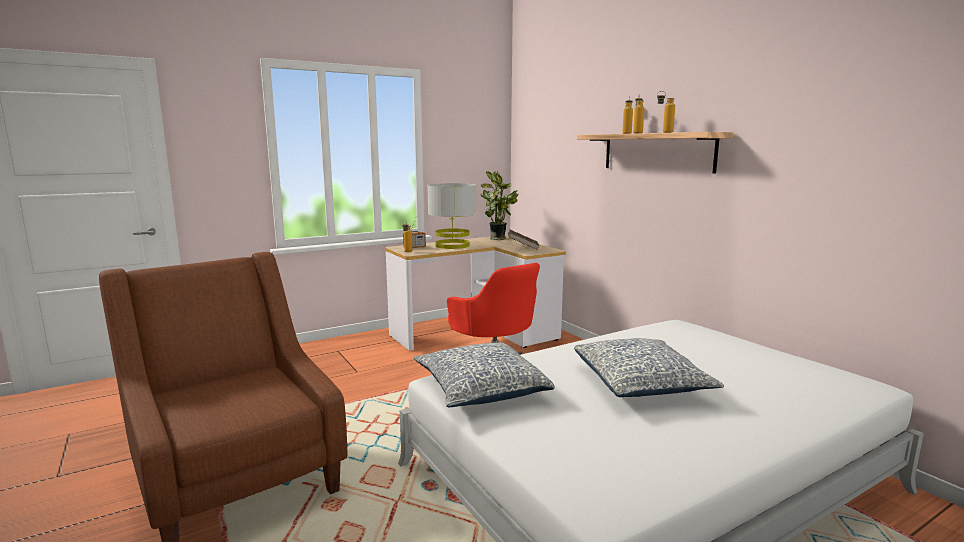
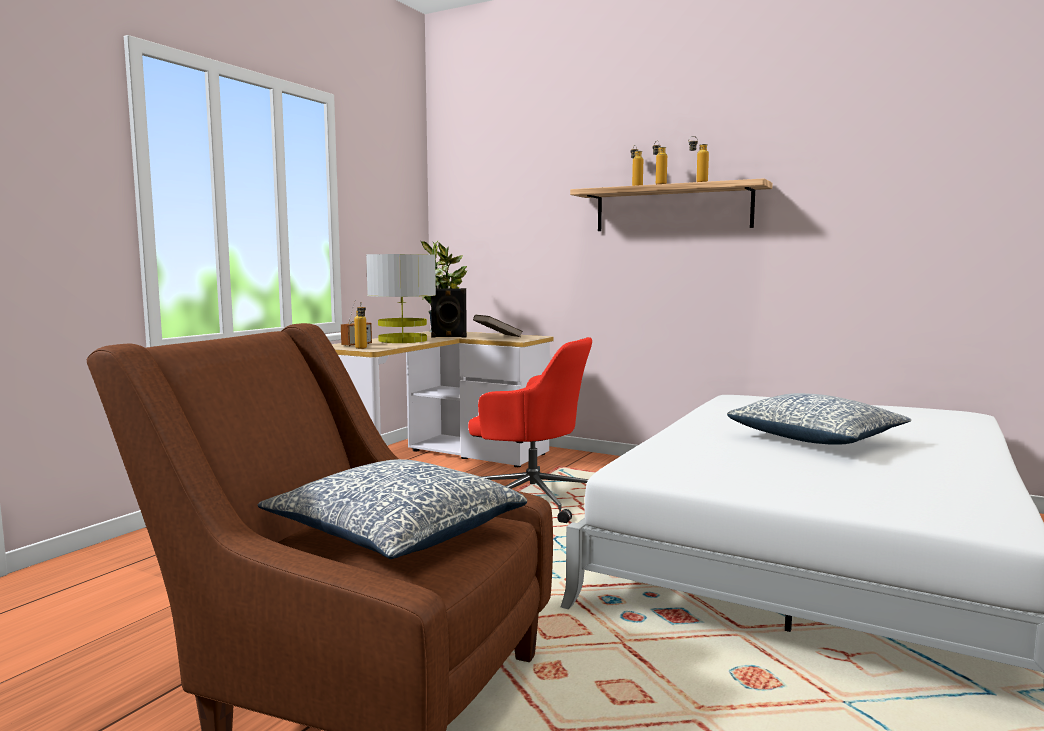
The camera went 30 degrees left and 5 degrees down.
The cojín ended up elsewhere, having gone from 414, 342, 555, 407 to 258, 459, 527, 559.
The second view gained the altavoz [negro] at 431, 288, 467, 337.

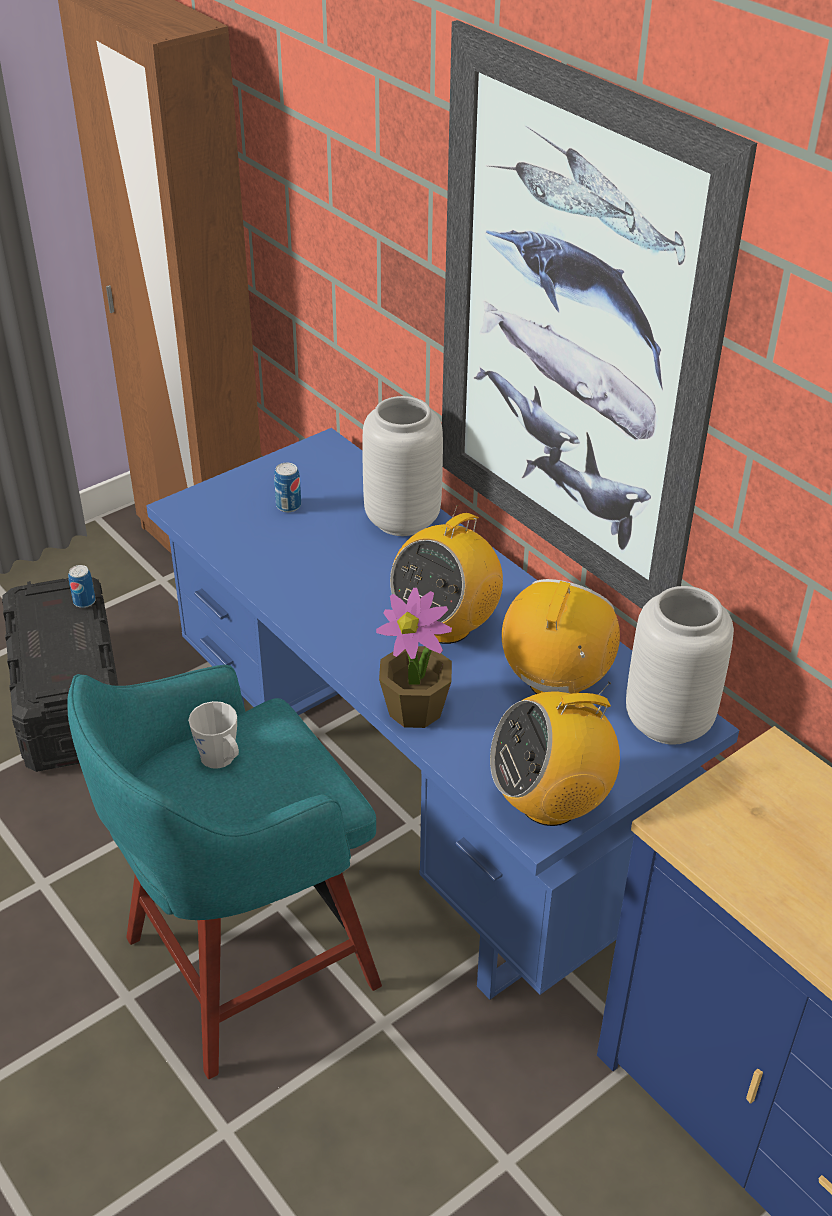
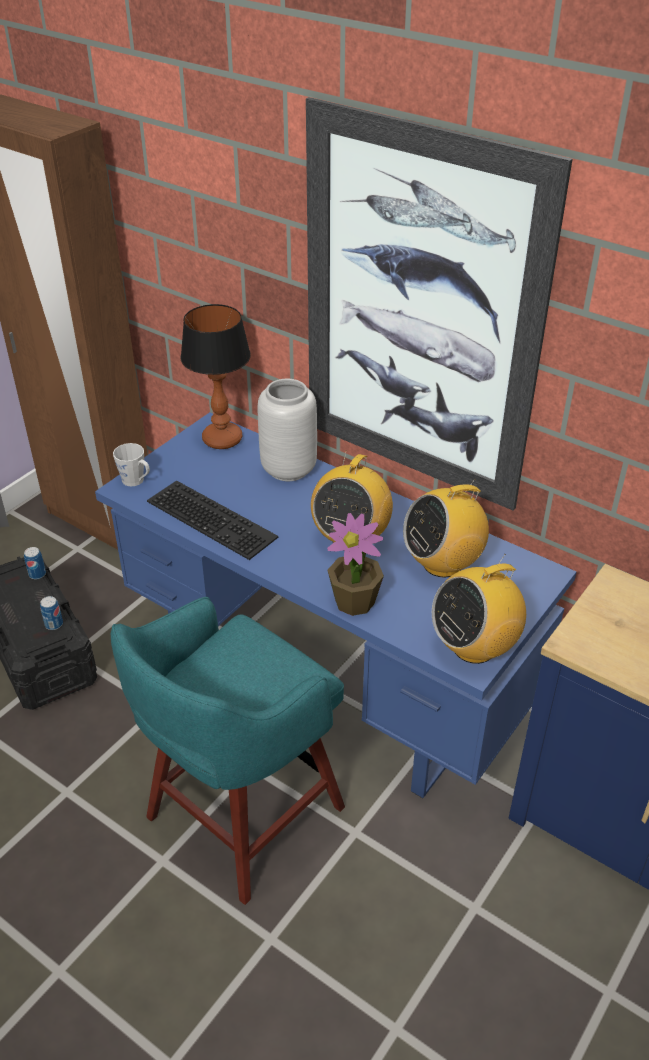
The camera went 15 degrees left and 0 degrees up.
The lata ended up elsewhere, having gone from 274, 463, 301, 512 to 40, 596, 63, 630.
The taza grande [gris] ended up elsewhere, having gone from 188, 701, 239, 769 to 113, 443, 150, 487.
The second view gained the teclado at 147, 481, 278, 560.
The second view gained the lámpara de mesa at 181, 304, 251, 449.
The radio at 502, 579, 620, 694 ended up facing another way, 120 degrees counterclockwise from before.
The second view lost the florero [gris] at 626, 586, 734, 745.

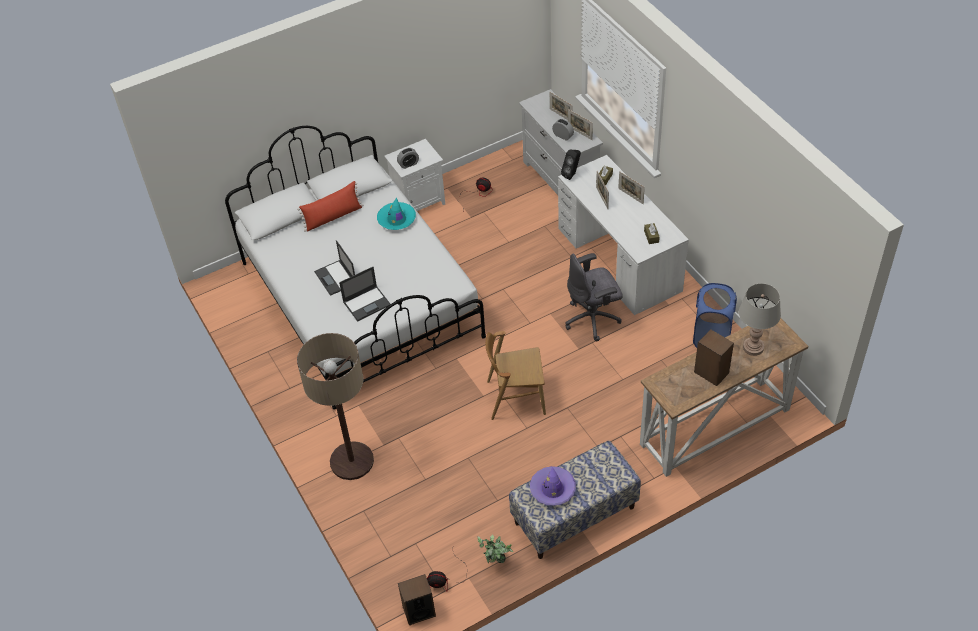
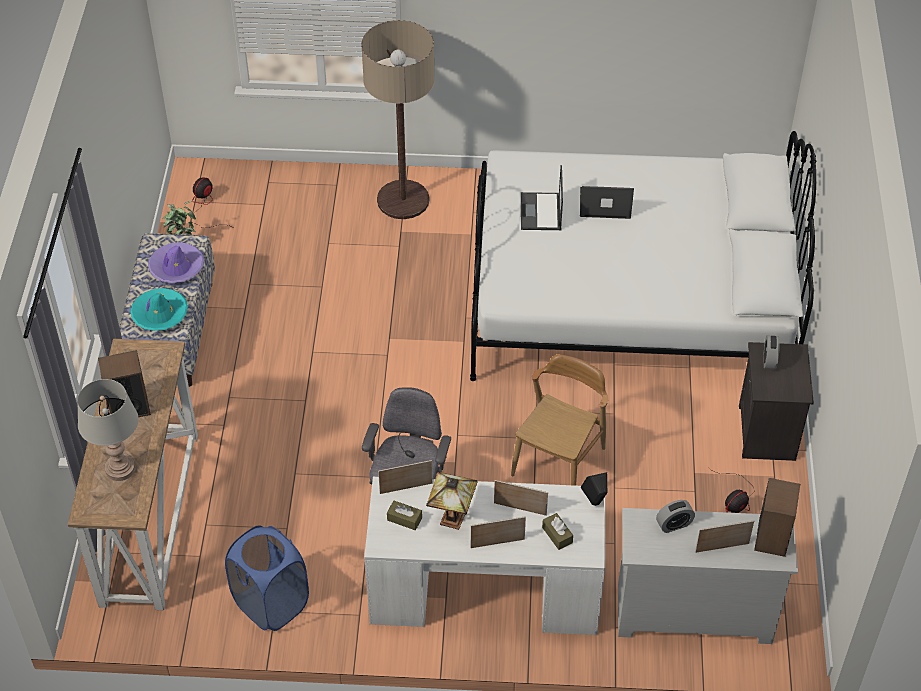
The camera went 120 degrees right and 0 degrees up.
The sombrero [turquesa] ended up elsewhere, having gone from 377, 198, 416, 230 to 130, 288, 188, 331.
The portarretratos ended up elsewhere, having gone from 568, 109, 593, 140 to 378, 460, 432, 494.
The second view gained the lámpara de mesa at 426, 472, 478, 530.
The silla [marrón] ended up elsewhere, having gone from 486, 331, 546, 420 to 511, 354, 608, 486.
What was the mesita de noche [blanco] at 384, 139, 445, 211 turned into the mesita de noche [negro] at 739, 342, 814, 461.
The altavoz ended up elsewhere, having gone from 398, 574, 436, 625 to 754, 478, 800, 557.
The second view lost the cojín [rojo] at 297, 181, 363, 232.

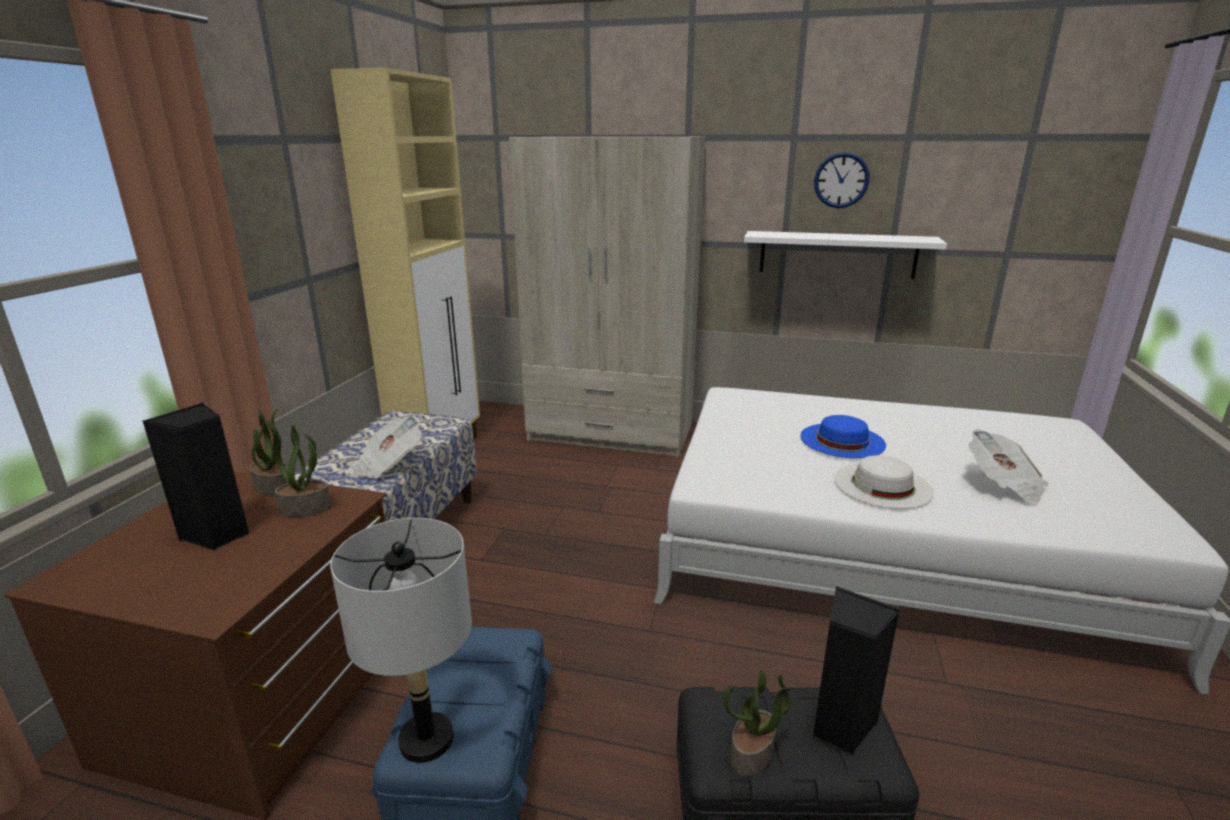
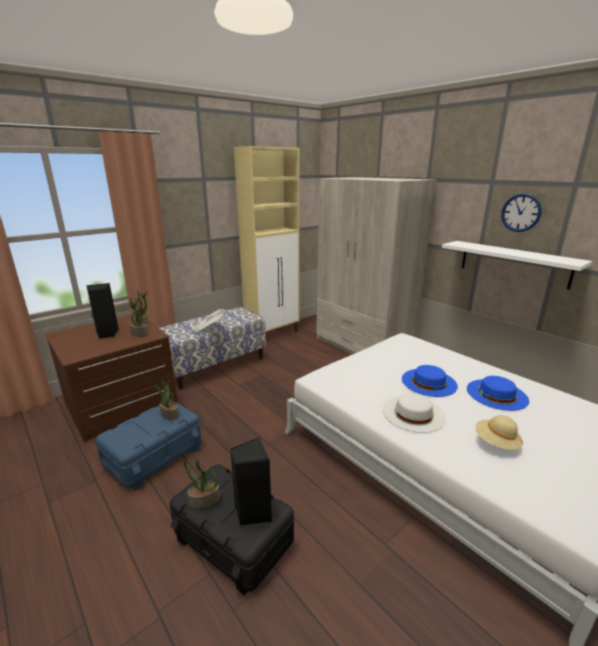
The camera went 35 degrees right and 0 degrees up.
The second view gained the planta en maceta at 155, 377, 179, 420.
The second view gained the sombrero [azul] at 467, 376, 529, 411.
Where the periódico stood at 969, 429, 1048, 505, the sombrero [beis] came to stand at 476, 415, 523, 450.
The second view lost the lámpara de mesa [gris] at 330, 518, 472, 763.

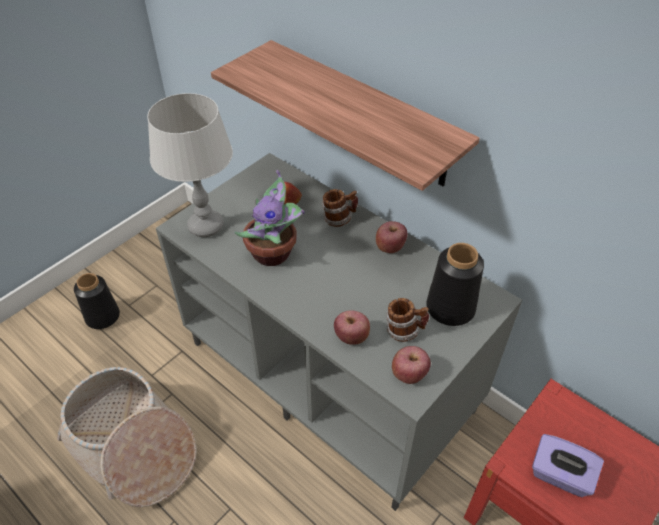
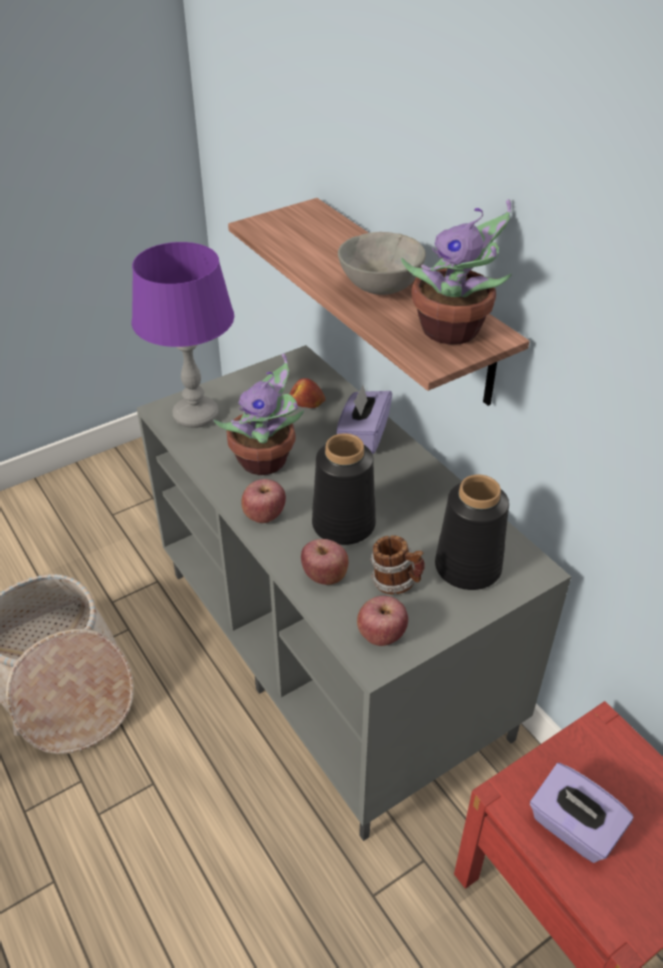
The camera went 15 degrees right and 5 degrees down.
What was the lámpara de mesa [gris] at 147, 93, 233, 237 turned into the lámpara de mesa [morado] at 132, 242, 234, 428.
The manzana ended up elsewhere, having gone from 376, 221, 407, 253 to 241, 479, 286, 523.
The florero [negro] ended up elsewhere, having gone from 74, 273, 120, 329 to 312, 433, 376, 545.
Where the taza grande stood at 322, 189, 358, 227, the caja de pañuelos [morado] came to stand at 336, 385, 392, 454.
The second view gained the cuenco [gris] at 338, 232, 426, 295.
The second view gained the planta en maceta at 401, 199, 512, 345.

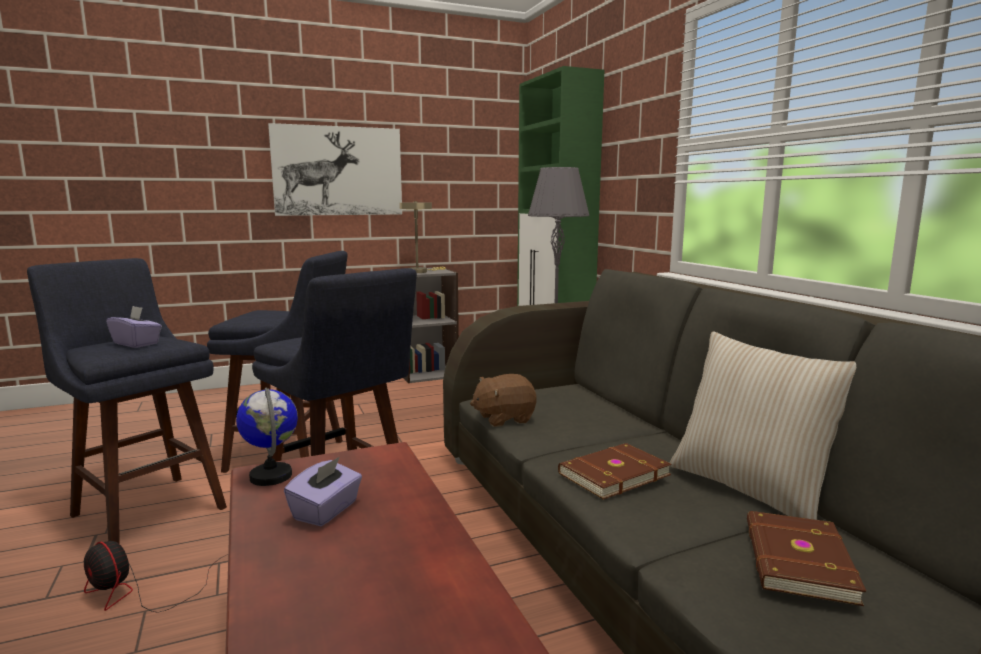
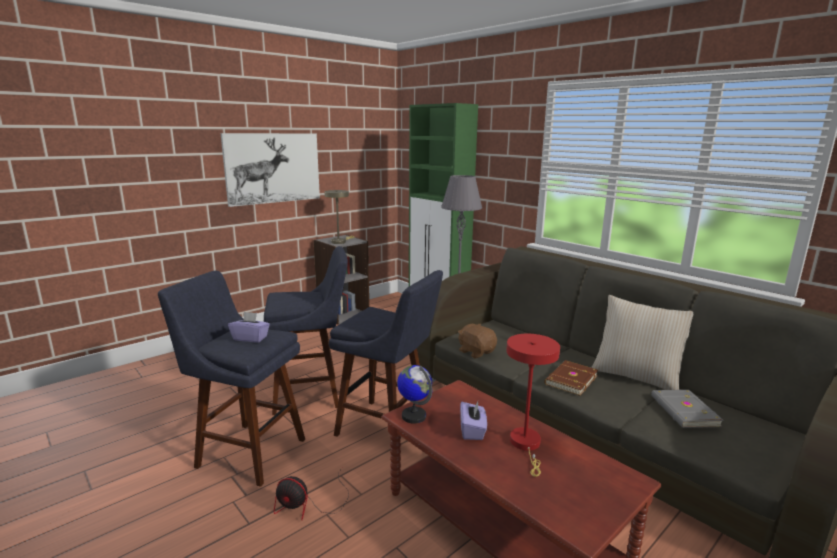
The camera went 20 degrees left and 5 degrees up.
The peluche [marrón] at 470, 374, 537, 427 ended up facing another way, 90 degrees clockwise from before.
The second view gained the lámpara de mesa [rojo] at 506, 334, 560, 477.
What was the libro [marrón] at 747, 511, 866, 606 turned into the libro [gris] at 651, 390, 724, 428.

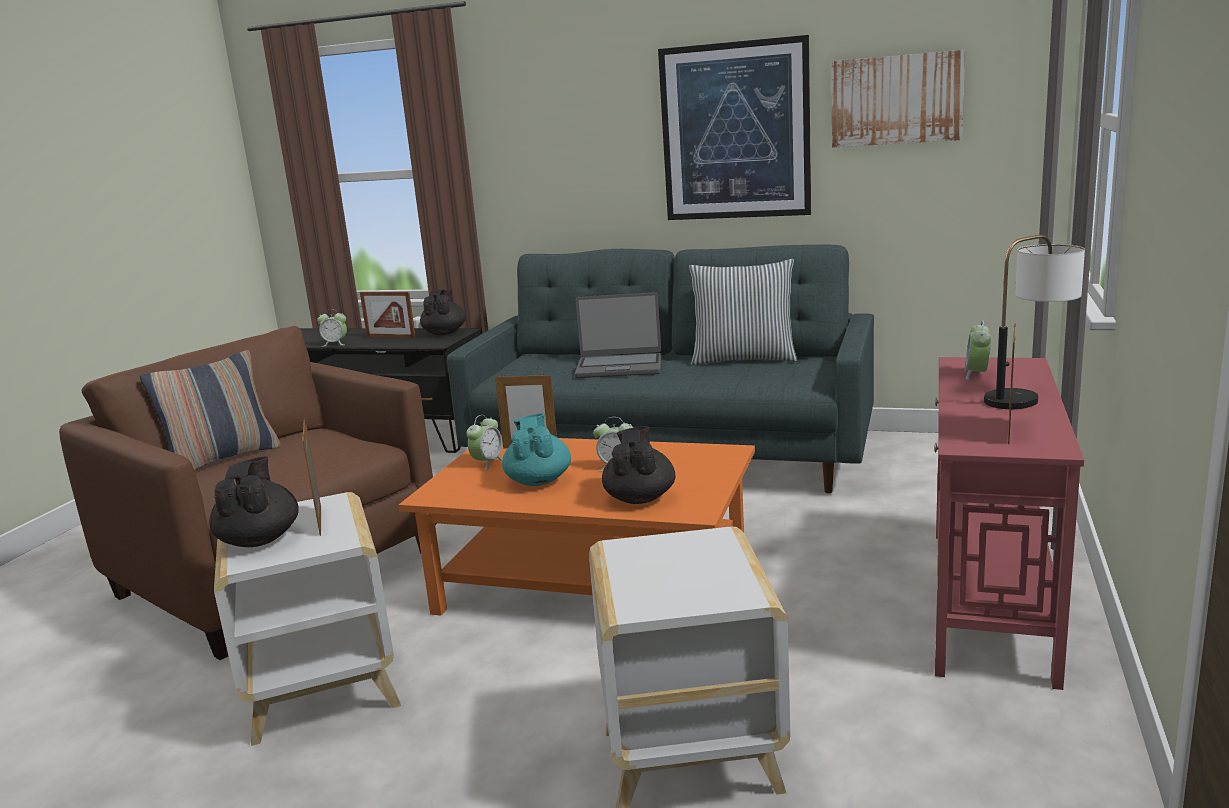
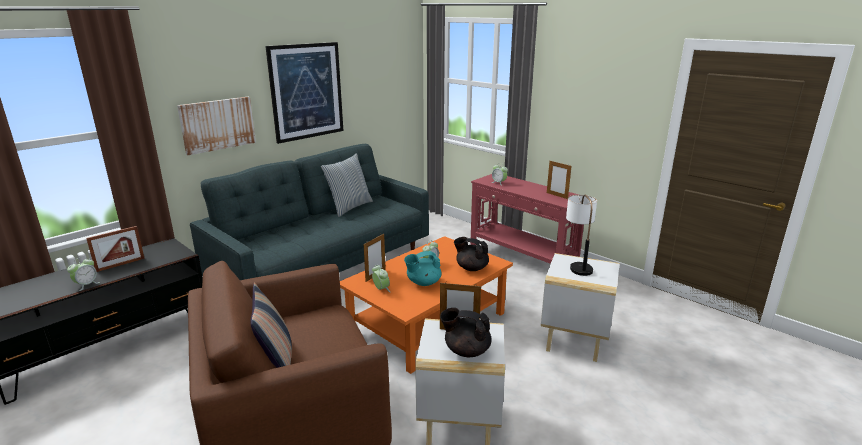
The camera went 65 degrees left and 5 degrees up.
The cuadro ended up elsewhere, having gone from 831, 50, 965, 148 to 177, 97, 256, 155.
The tetera [turquesa] at 502, 413, 571, 486 ended up facing another way, 45 degrees counterclockwise from before.
The lámpara de mesa ended up elsewhere, having gone from 984, 235, 1085, 409 to 566, 195, 597, 276.
The second view lost the tetera [negro] at 420, 289, 466, 335.
The second view lost the portátil at 575, 292, 662, 378.

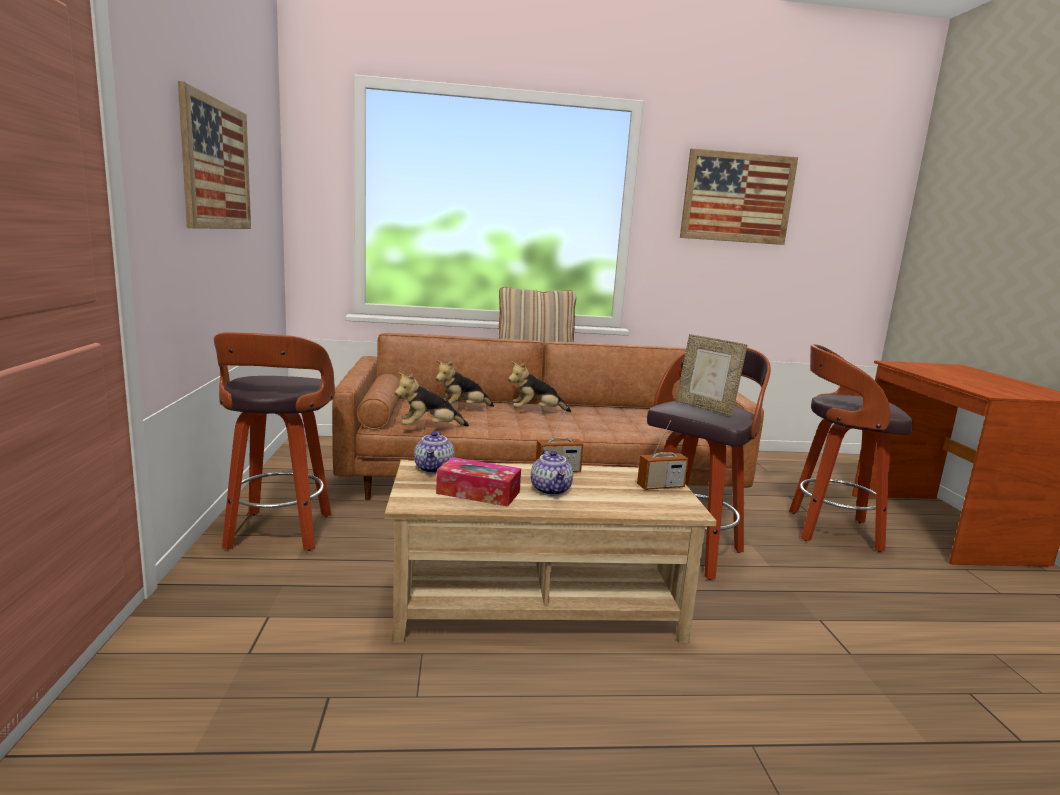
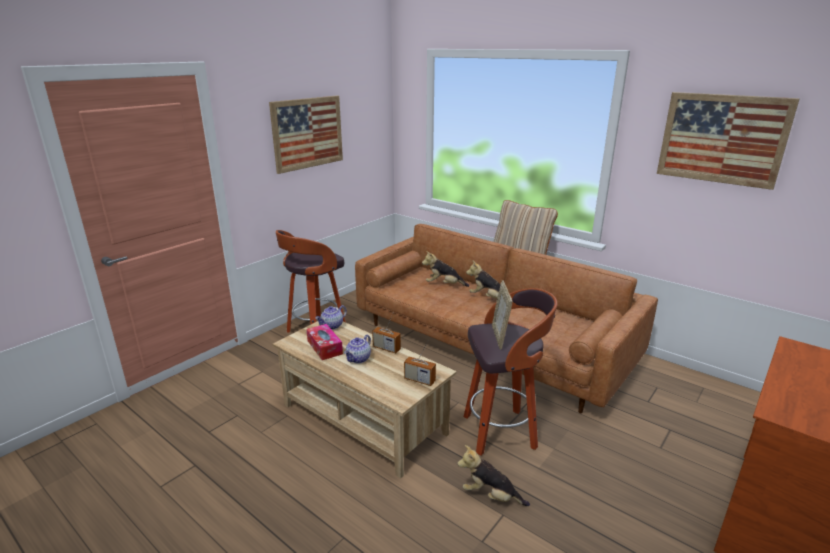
The camera went 45 degrees right and 10 degrees up.
The peluche ended up elsewhere, having gone from 395, 372, 469, 426 to 457, 445, 530, 506.
The second view lost the taburete at 789, 344, 913, 552.

